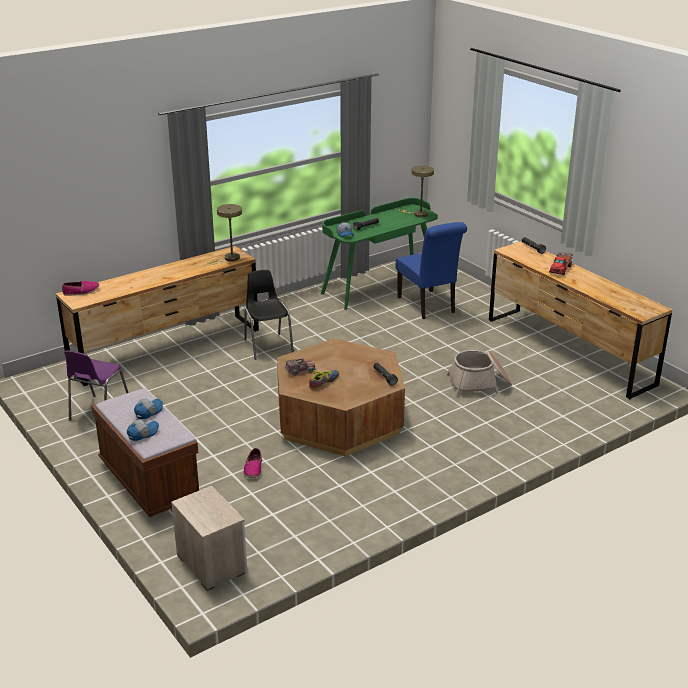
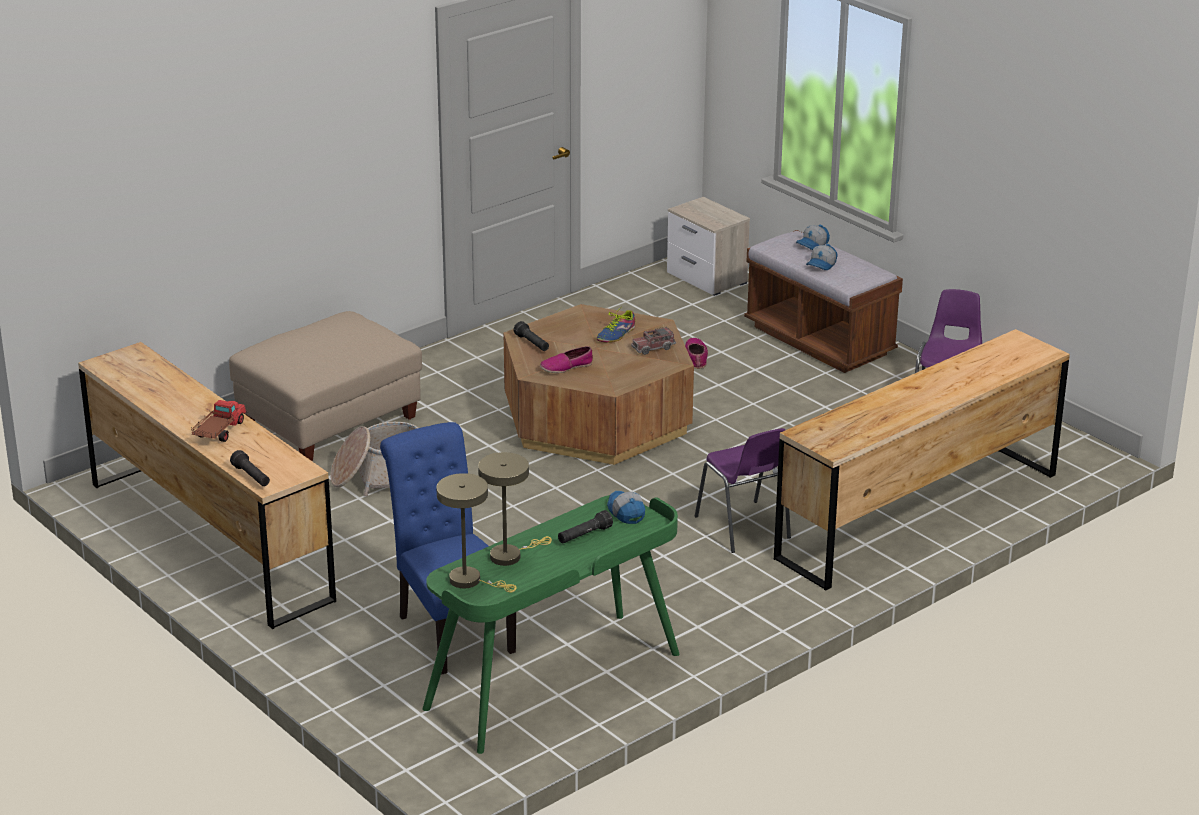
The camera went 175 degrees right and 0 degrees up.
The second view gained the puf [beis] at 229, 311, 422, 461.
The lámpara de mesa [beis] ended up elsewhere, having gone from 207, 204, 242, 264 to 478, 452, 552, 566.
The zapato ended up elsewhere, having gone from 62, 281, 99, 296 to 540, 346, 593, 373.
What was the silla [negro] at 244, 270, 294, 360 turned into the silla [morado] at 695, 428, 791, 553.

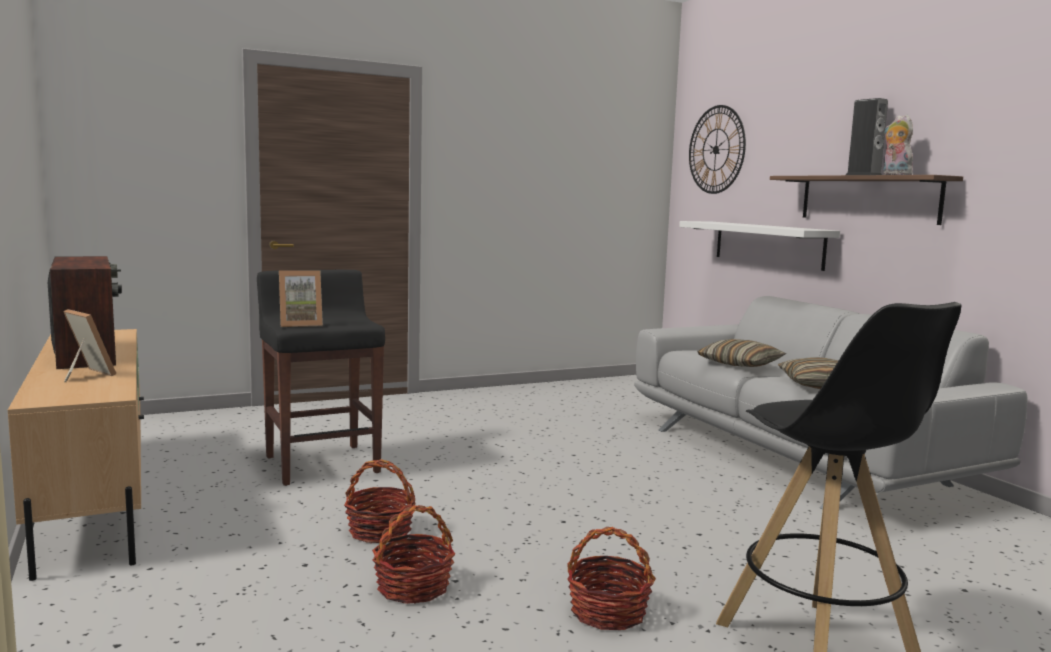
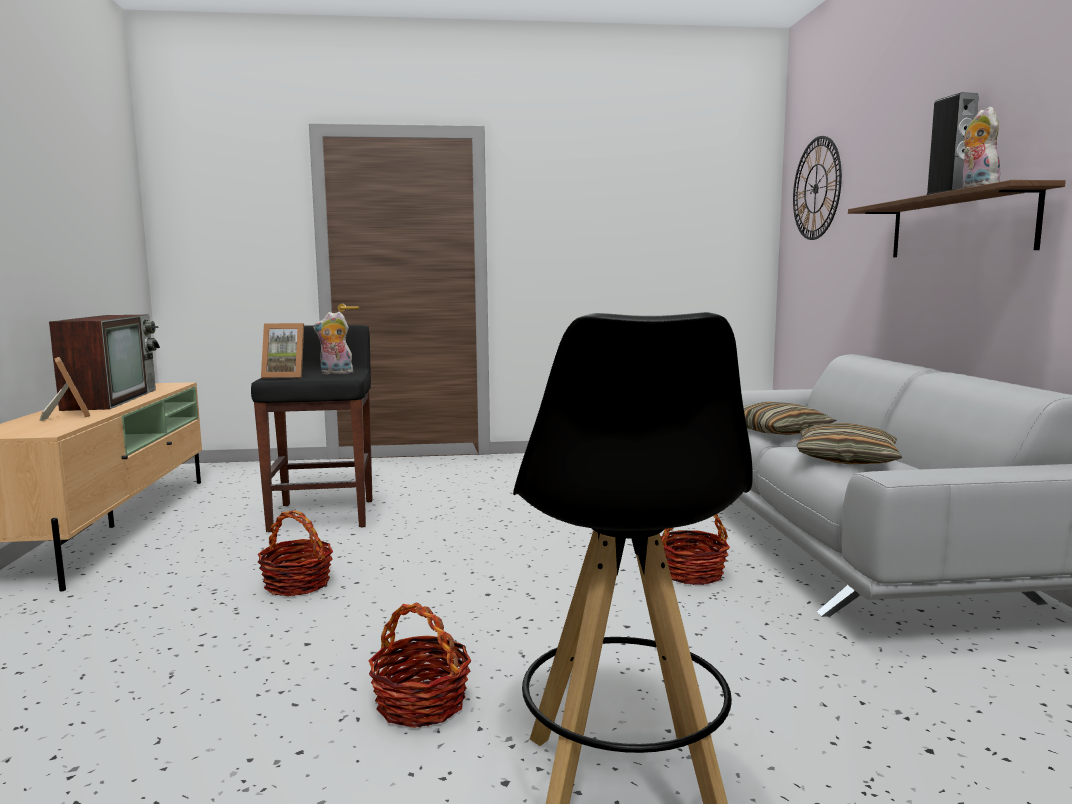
The camera went 20 degrees right and 0 degrees up.
The second view gained the peluche at 313, 312, 353, 374.
The cesta ended up elsewhere, having gone from 372, 505, 455, 604 to 661, 514, 730, 585.
The second view lost the estante [blanco] at 679, 221, 840, 271.

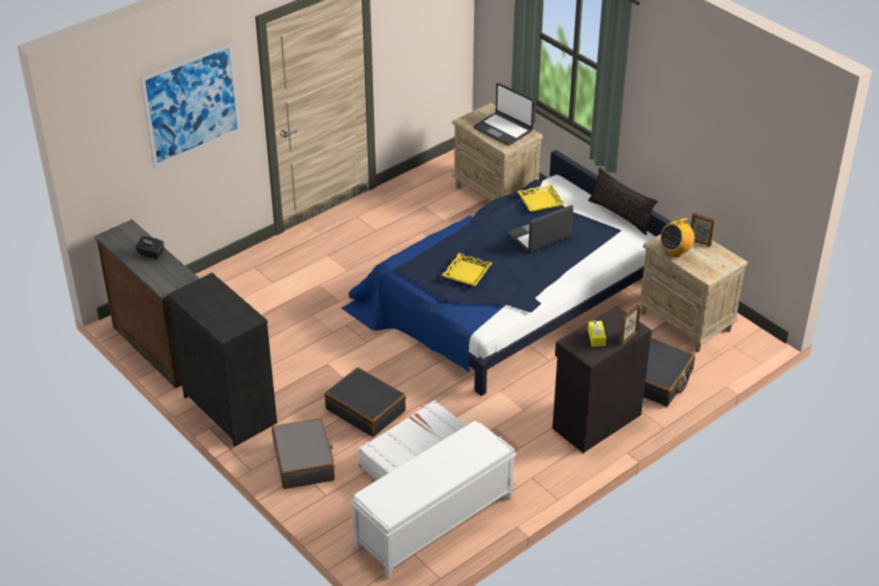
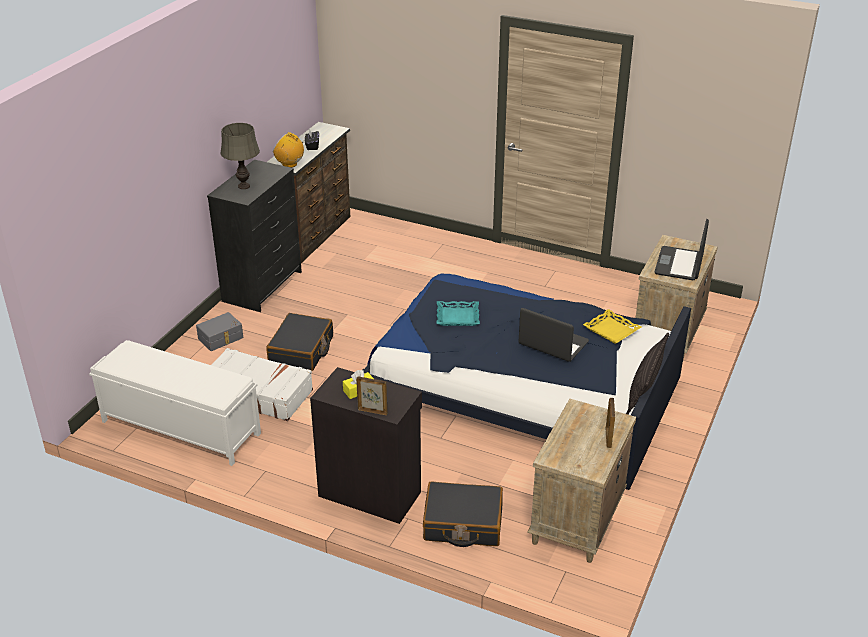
The camera went 65 degrees right and 5 degrees down.
Where the maleta [gris] stood at 272, 418, 335, 489, the caja de almacenaje [gris] came to stand at 196, 312, 243, 351.
The second view gained the lámpara de mesa [gris] at 220, 123, 260, 189.
The radio ended up elsewhere, having gone from 660, 217, 695, 257 to 273, 132, 305, 168.
What was the bandeja [amarillo] at 441, 253, 492, 286 turned into the bandeja [turquesa] at 436, 301, 480, 326.
The second view lost the cuadro at 140, 42, 241, 168.

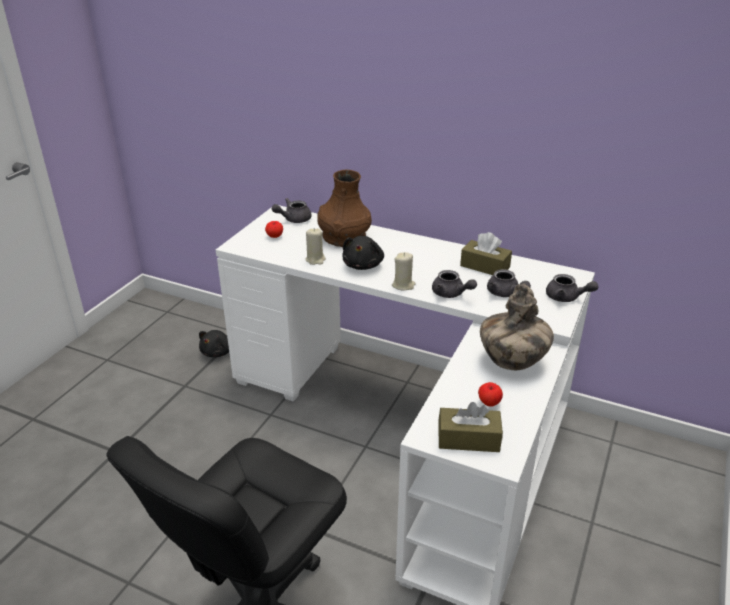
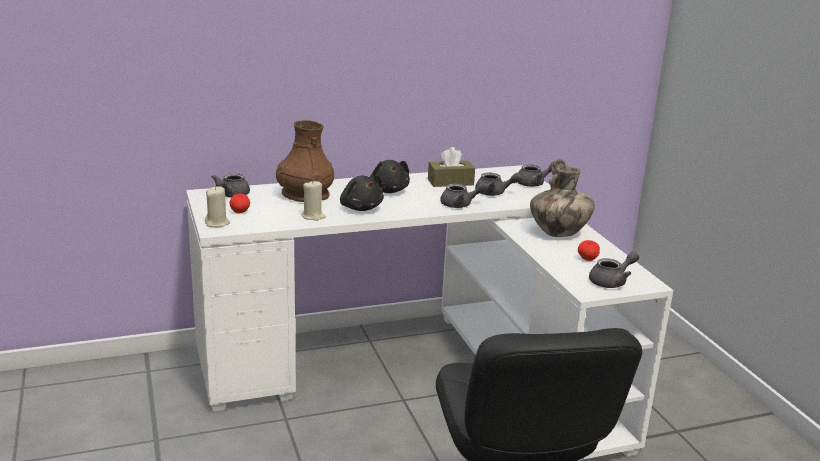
The camera went 45 degrees left and 10 degrees down.
The vela [beis] ended up elsewhere, having gone from 392, 252, 415, 291 to 205, 186, 230, 227.
The peluche [negro] ended up elsewhere, having gone from 199, 330, 229, 357 to 370, 160, 410, 193.
Where the caja de pañuelos [marrón] stood at 439, 402, 503, 452, the tetera [gris] came to stand at 589, 251, 639, 288.

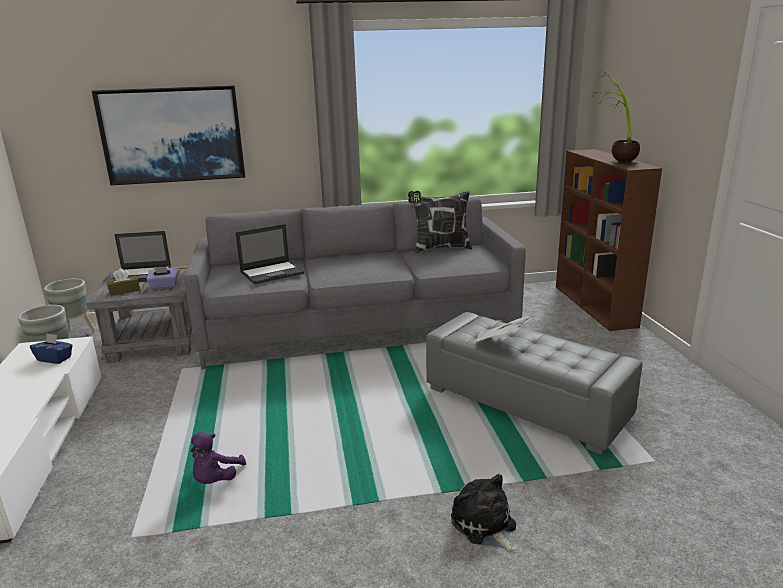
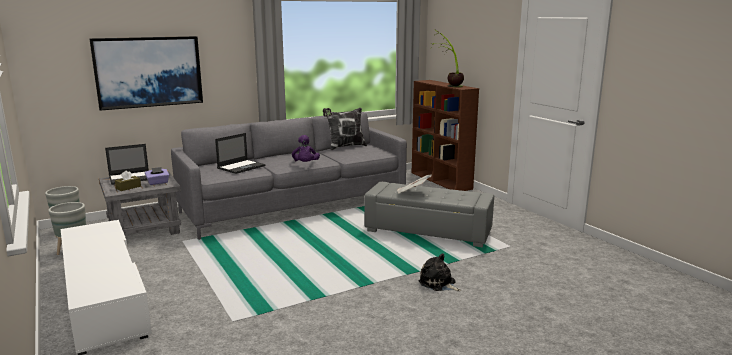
The camera went 20 degrees left and 5 degrees down.
The peluche [morado] ended up elsewhere, having gone from 191, 432, 246, 484 to 292, 135, 320, 162.
The second view lost the caja de pañuelos [azul] at 30, 333, 73, 364.

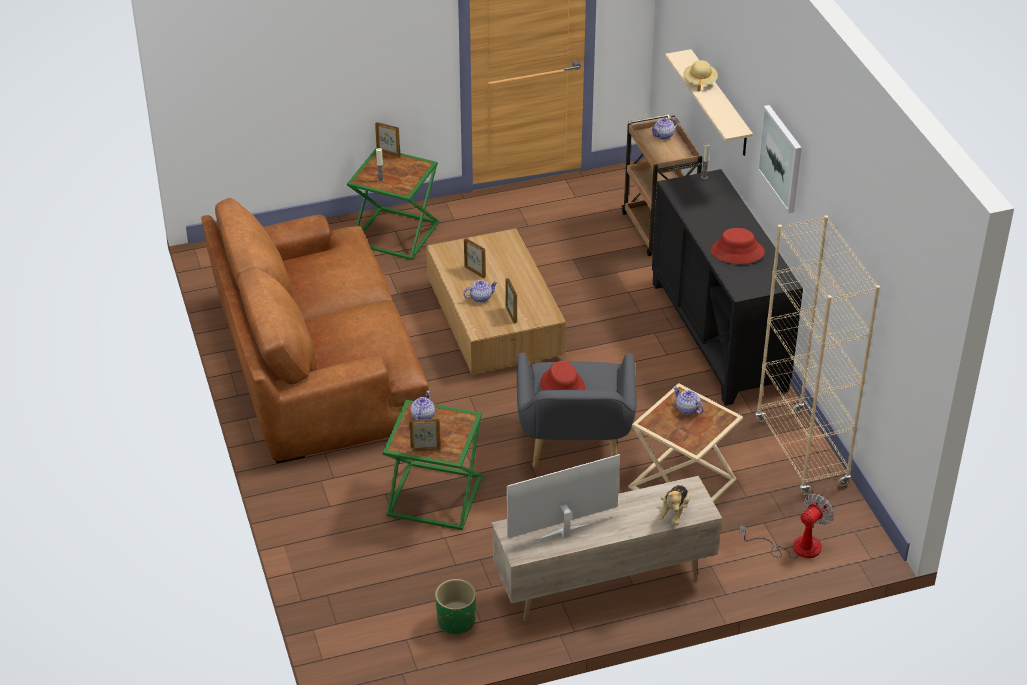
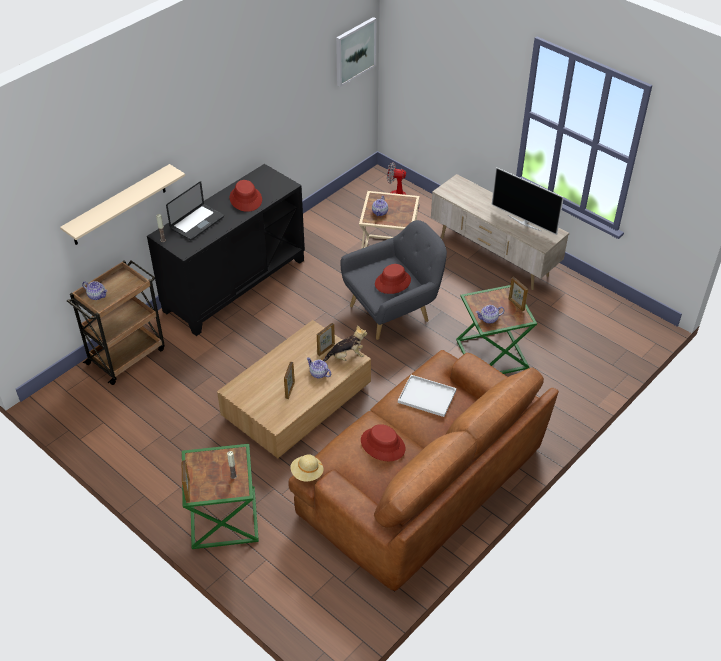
The camera went 120 degrees left and 5 degrees up.
The second view gained the portátil at 166, 181, 224, 240.
The sombrero [beis] ended up elsewhere, having gone from 684, 60, 718, 92 to 291, 454, 323, 481.
The peluche ended up elsewhere, having gone from 658, 485, 690, 525 to 323, 325, 367, 361.
The cuadro ended up elsewhere, having gone from 757, 105, 802, 213 to 336, 17, 376, 87.
The second view gained the sombrero [rojo] at 361, 424, 405, 461.
The second view gained the bandeja [blanco] at 398, 375, 456, 417.
The second view lost the maceta [verde] at 435, 579, 476, 635.
The second view lost the estantería [beis] at 755, 215, 880, 495.

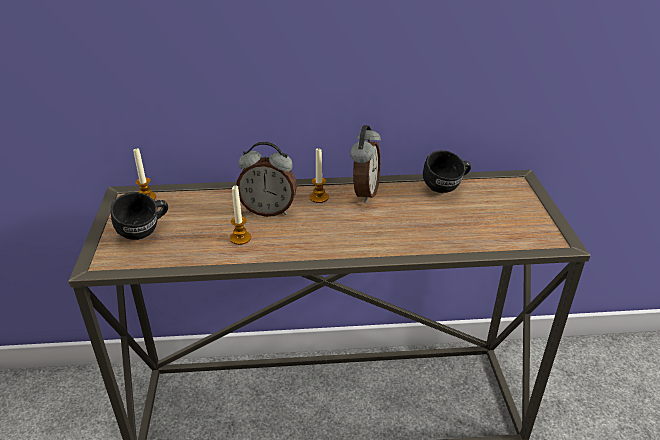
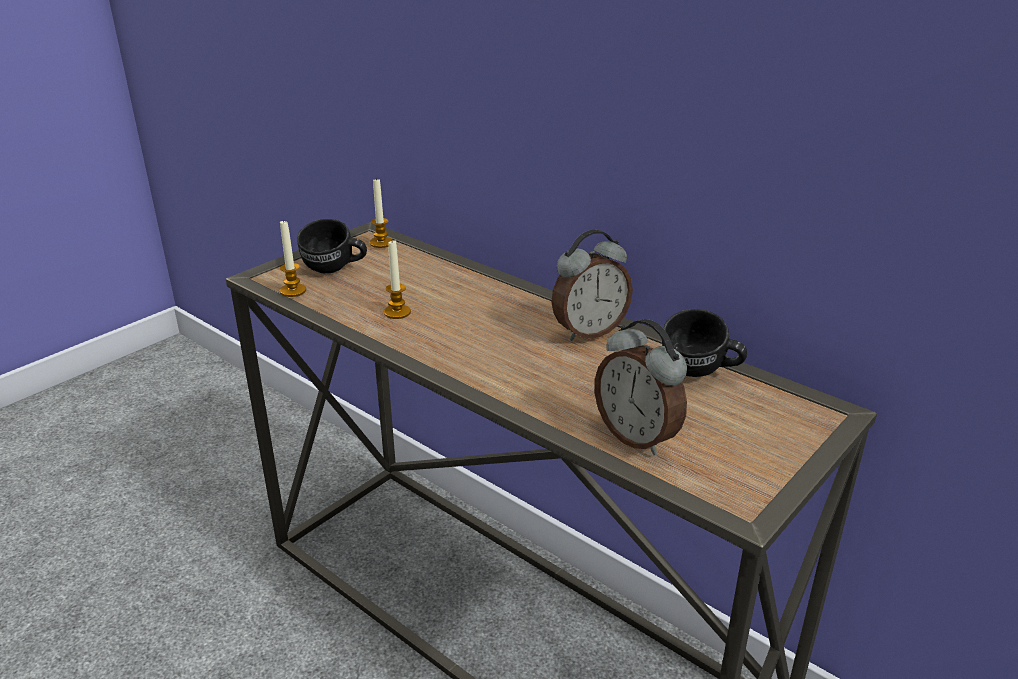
The camera went 45 degrees right and 5 degrees down.
The vela ended up elsewhere, having gone from 310, 147, 329, 203 to 280, 220, 306, 297.
The despertador ended up elsewhere, having gone from 236, 141, 297, 217 to 595, 319, 687, 455.

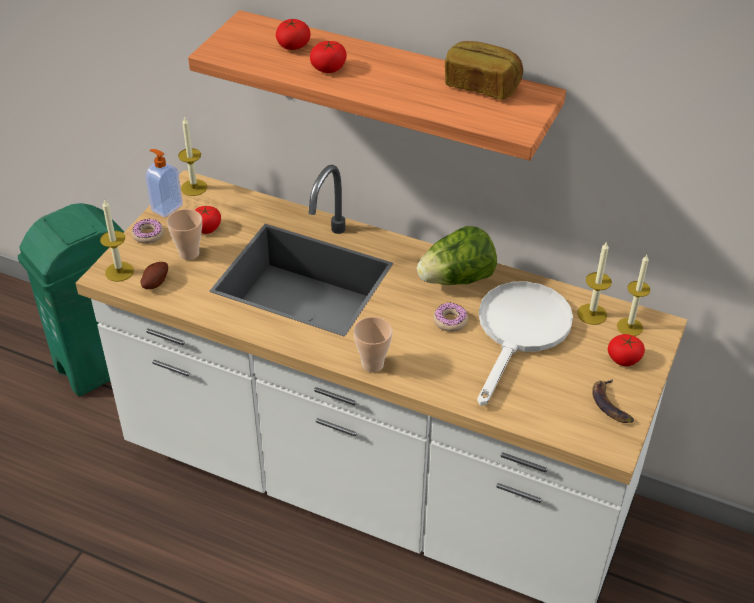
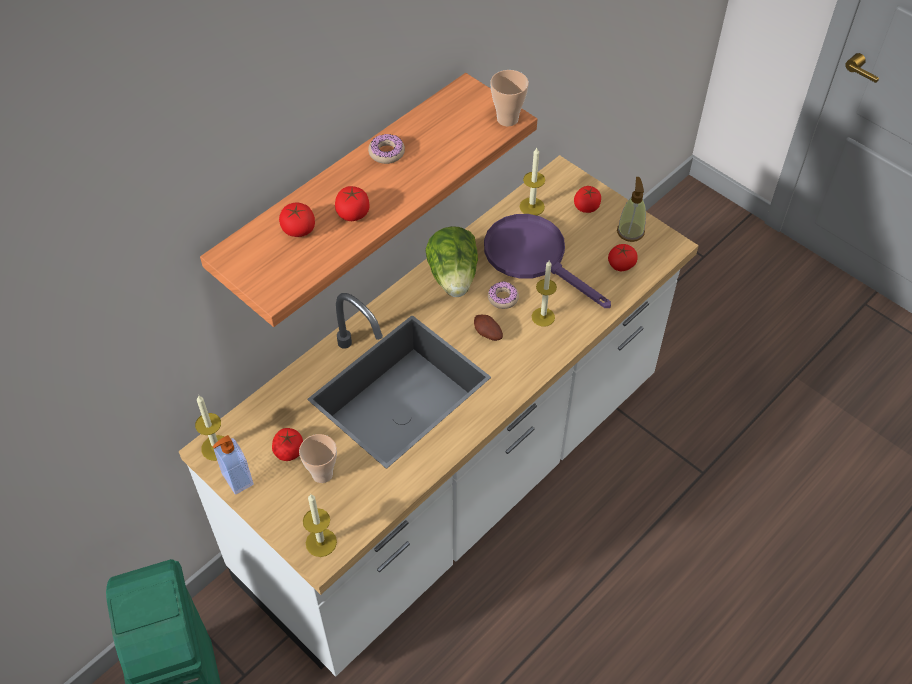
The camera went 70 degrees left and 10 degrees up.
The rosquilla ended up elsewhere, having gone from 132, 219, 164, 244 to 368, 134, 405, 164.
The patata ended up elsewhere, having gone from 140, 262, 168, 289 to 474, 314, 503, 341.
What was the sartén [blanco] at 477, 281, 573, 406 turned into the sartén [morado] at 484, 214, 611, 308.
The taza ended up elsewhere, having gone from 354, 317, 392, 372 to 490, 70, 529, 126.
The vela ended up elsewhere, having gone from 617, 255, 650, 336 to 532, 261, 557, 327.
The second view gained the tomate at 608, 244, 638, 271.
Where the plátano stood at 592, 379, 634, 423, the dispensador de jabón came to stand at 617, 177, 646, 242.
The second view lost the pan at 445, 41, 523, 100.

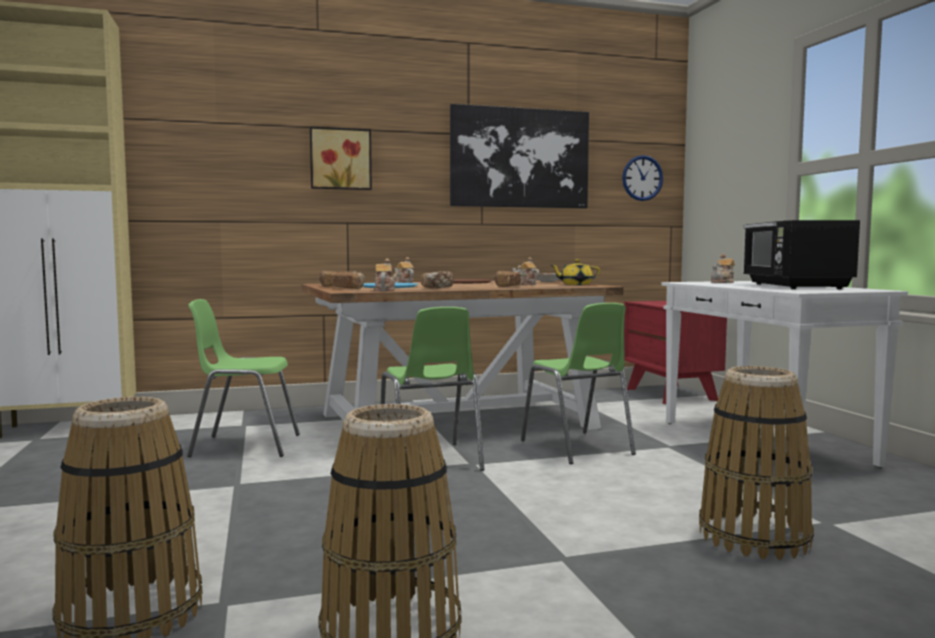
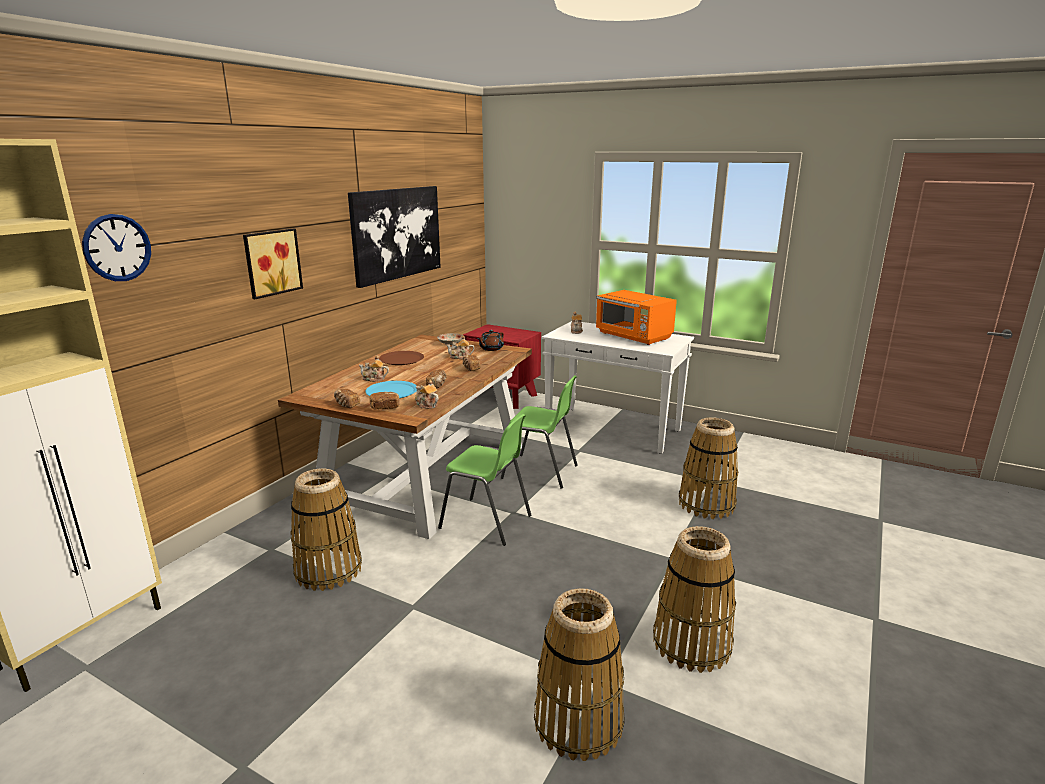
The camera went 45 degrees left and 15 degrees up.
The reloj de pared ended up elsewhere, having gone from 622, 155, 663, 201 to 82, 214, 151, 281.
Where the silla [verde] stood at 187, 299, 300, 457, the cesta came to stand at 291, 469, 362, 591.
What was the tetera [amarillo] at 551, 259, 600, 285 turned into the tetera [marrón] at 477, 330, 504, 351.
What was the microondas [negro] at 743, 220, 860, 289 turned into the microondas [naranja] at 596, 290, 677, 345.

